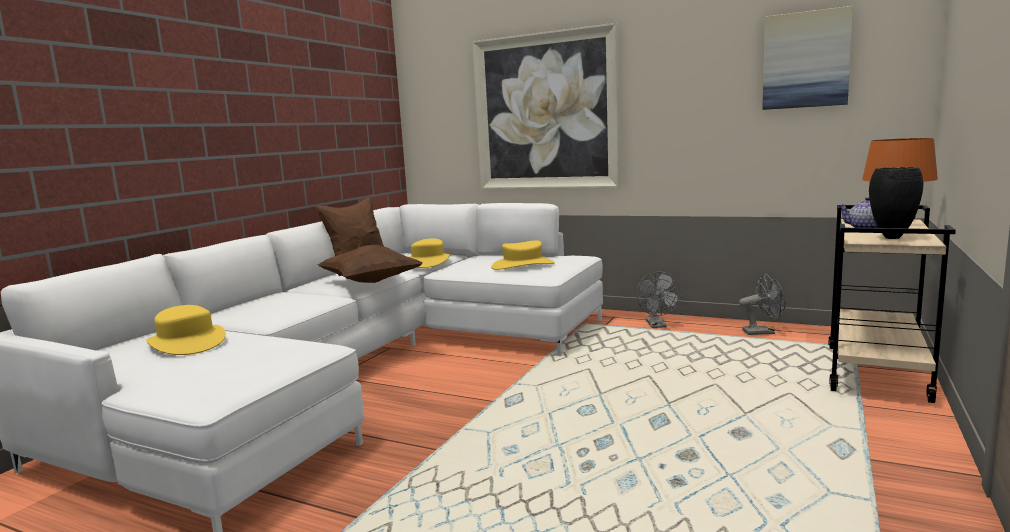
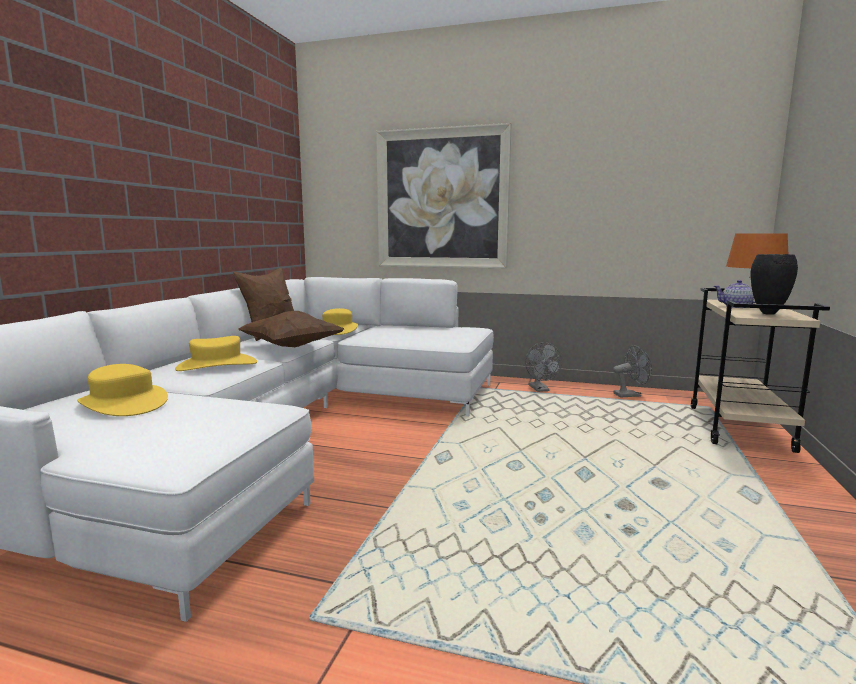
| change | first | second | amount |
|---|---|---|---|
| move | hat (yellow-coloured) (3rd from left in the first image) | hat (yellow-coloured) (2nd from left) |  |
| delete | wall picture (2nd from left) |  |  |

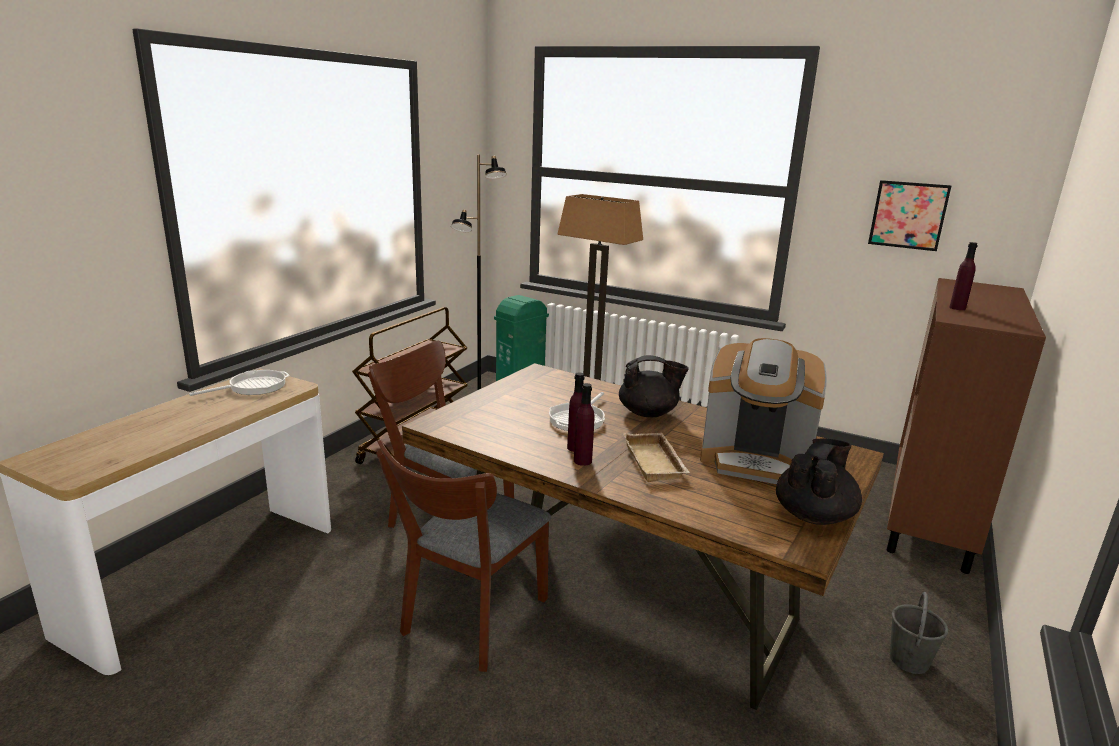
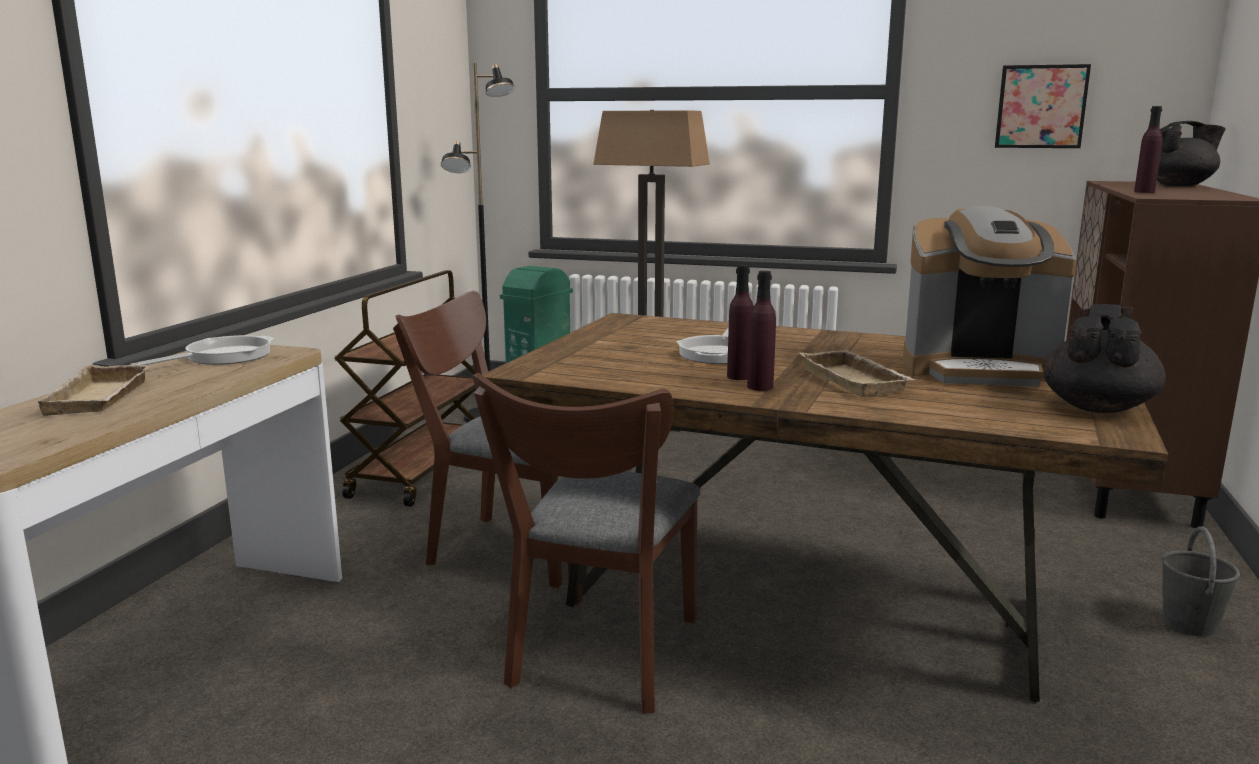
| change | first | second | amount |
|---|---|---|---|
| move | tea pot (blackish) (1st from left in the first image) | tea pot (blackish) (2nd from left) |  |
| insert |  | carrying tray (sand-coloured) (1st from left) |  |

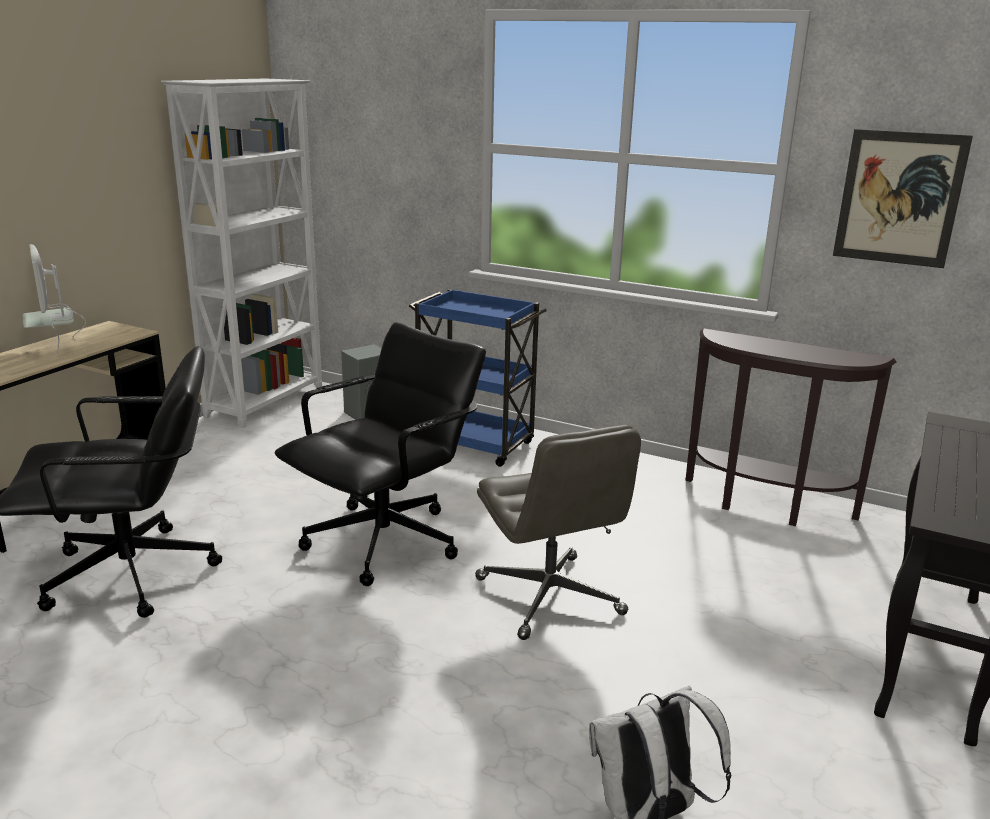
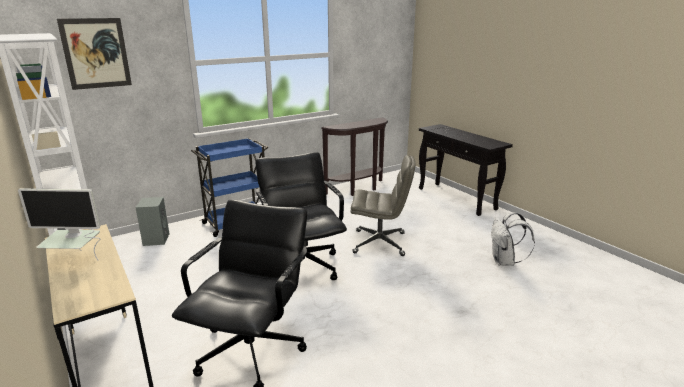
| change | first | second | amount |
|---|---|---|---|
| move | wall picture |  |  |

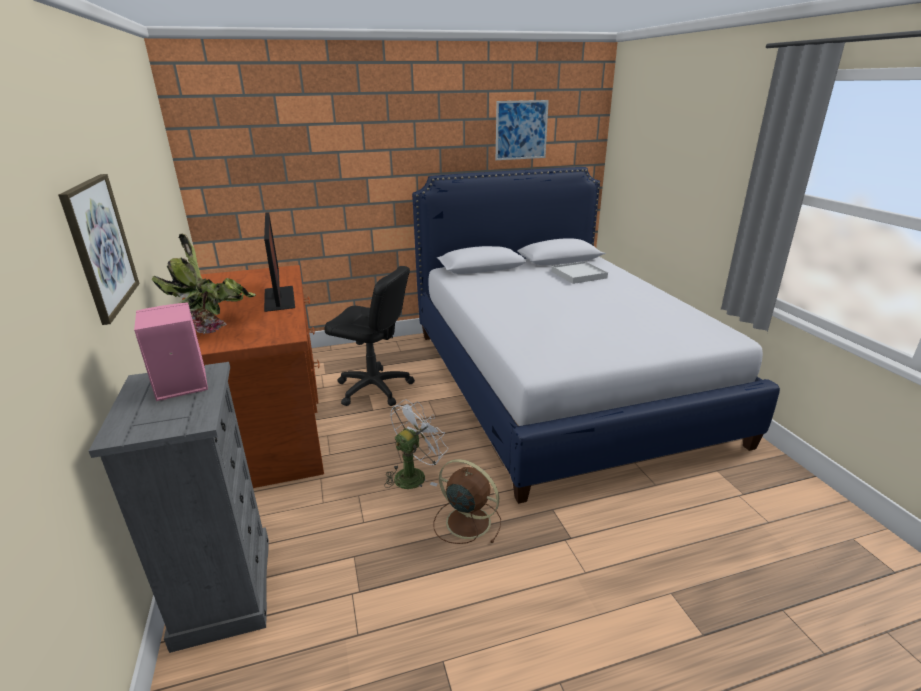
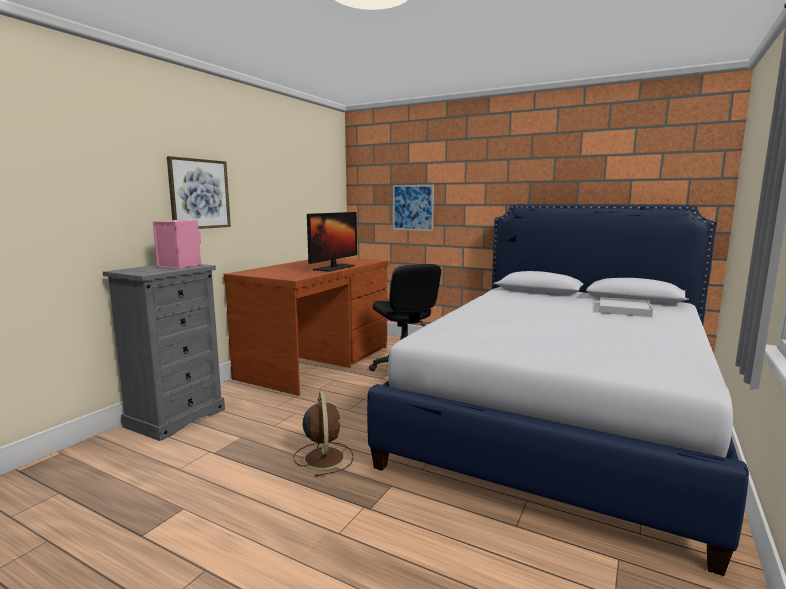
| change | first | second | amount |
|---|---|---|---|
| delete | potted plant |  |  |
| delete | electric fan (whitish) |  |  |
| move | wall picture (2nd from left) |  |  |

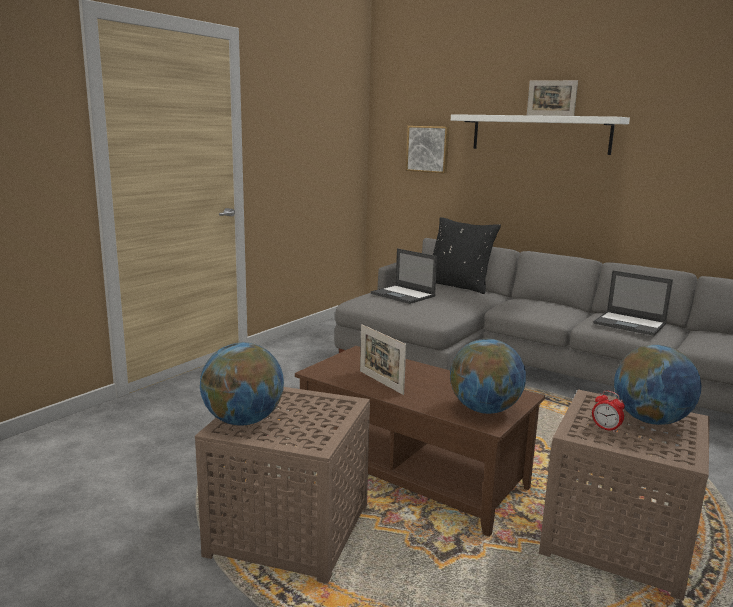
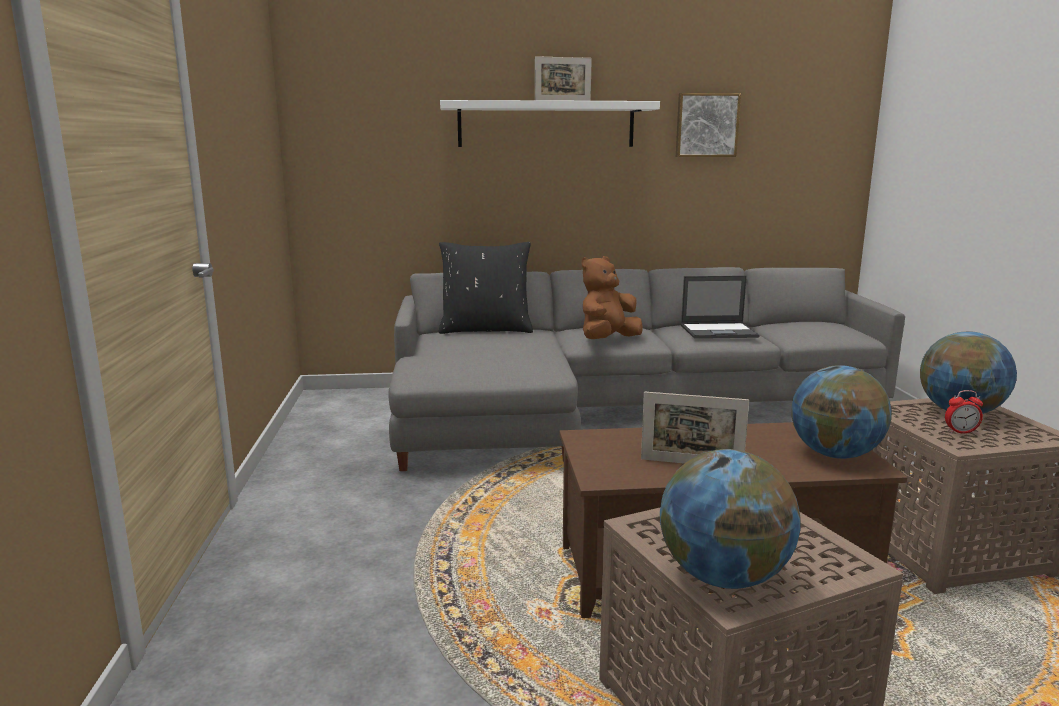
| change | first | second | amount |
|---|---|---|---|
| delete | notebook computer (1st from left) |  |  |
| move | wall picture |  |  |
| insert |  | plush toy (brown) |  |

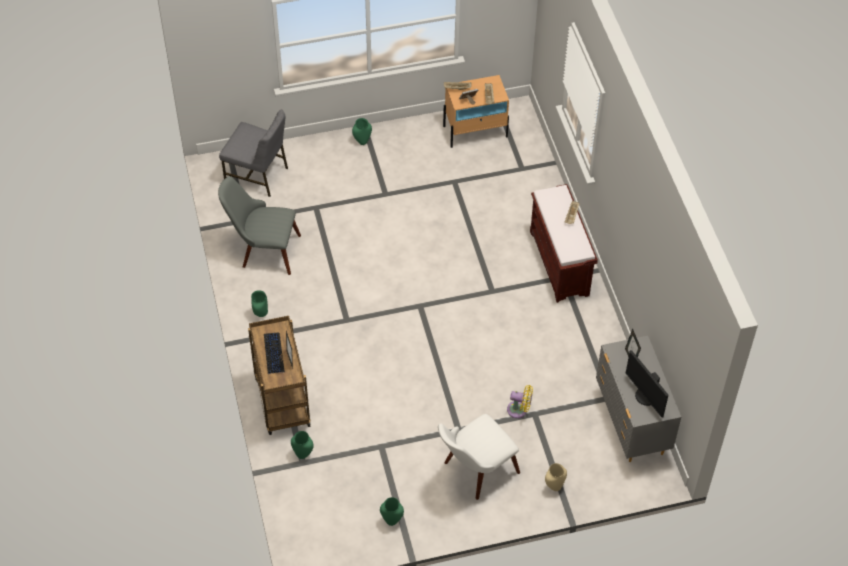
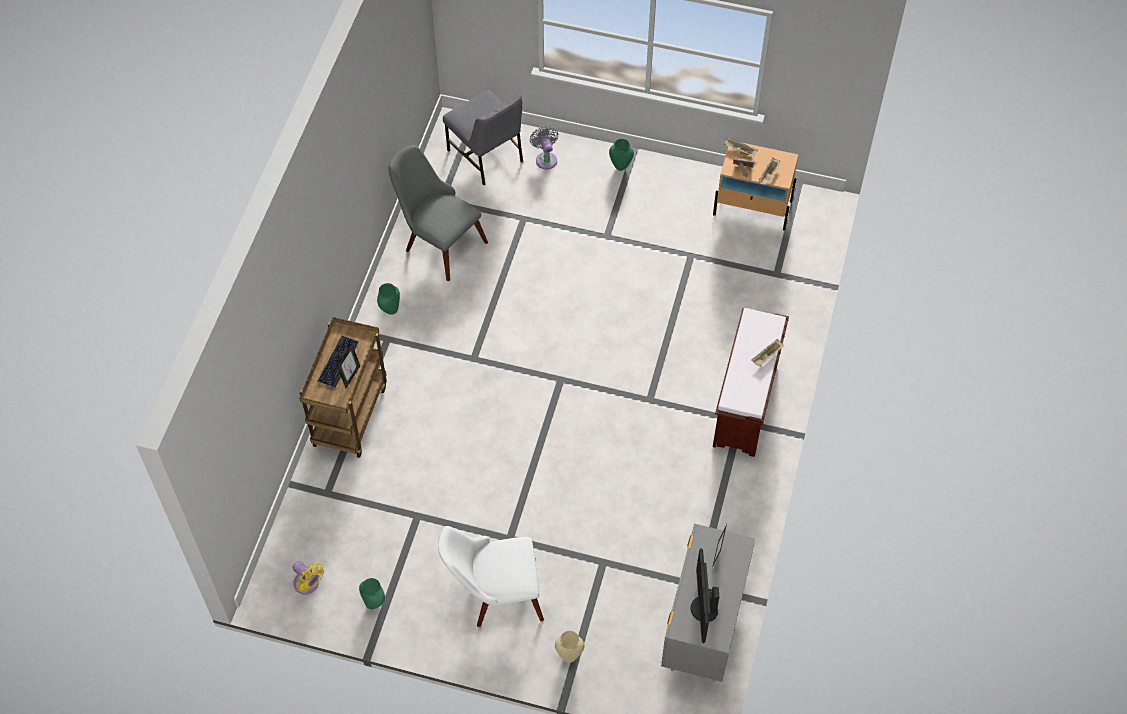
| change | first | second | amount |
|---|---|---|---|
| delete | decorative vase (green) (2nd from left) |  |  |
| move | electric fan (yellow-coloured) |  |  |
| insert |  | electric fan (gray) |  |

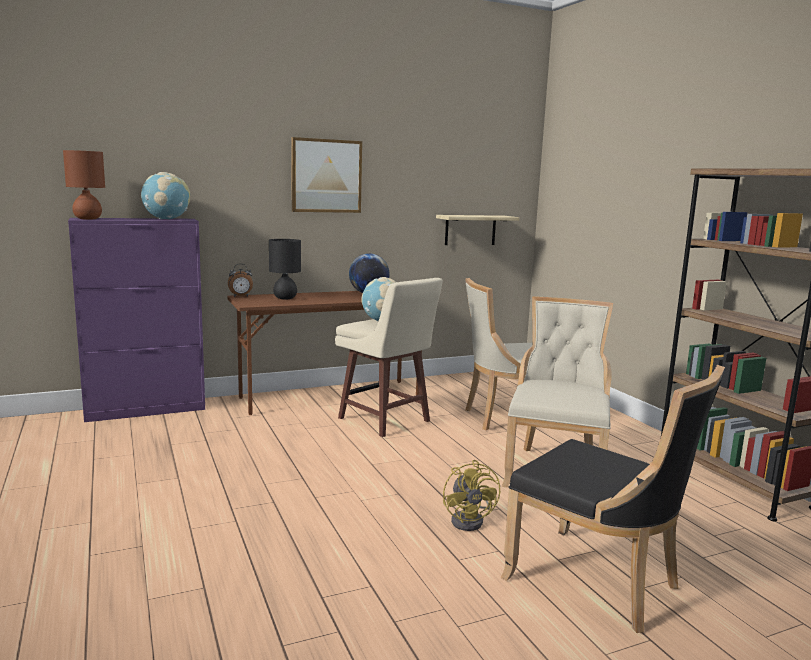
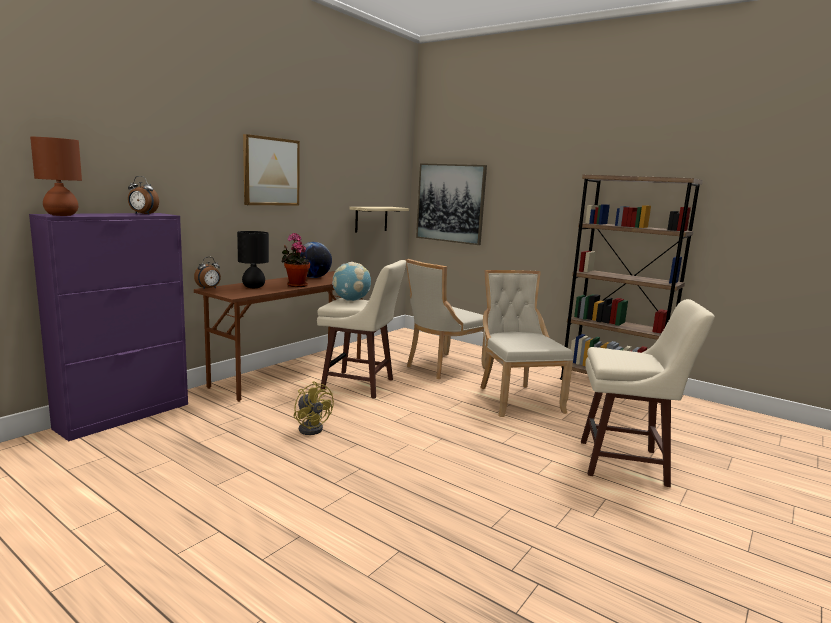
| change | first | second | amount |
|---|---|---|---|
| replace | world globe (1st from left) | table clock (1st from left) |  |
| move | electric fan (yellow-coloured) |  |  |
| replace | upright chair (blackish) | stool seat (sand-coloured) (2nd from left) |  |
| insert |  | potted plant |  |
| insert |  | wall picture (2nd from left) |  |

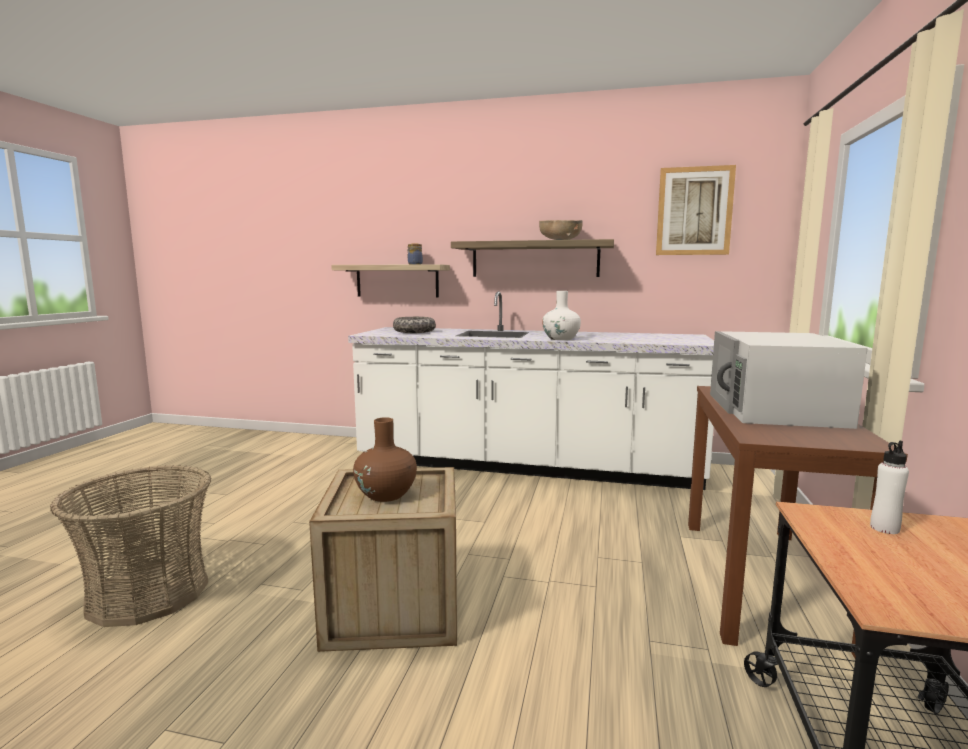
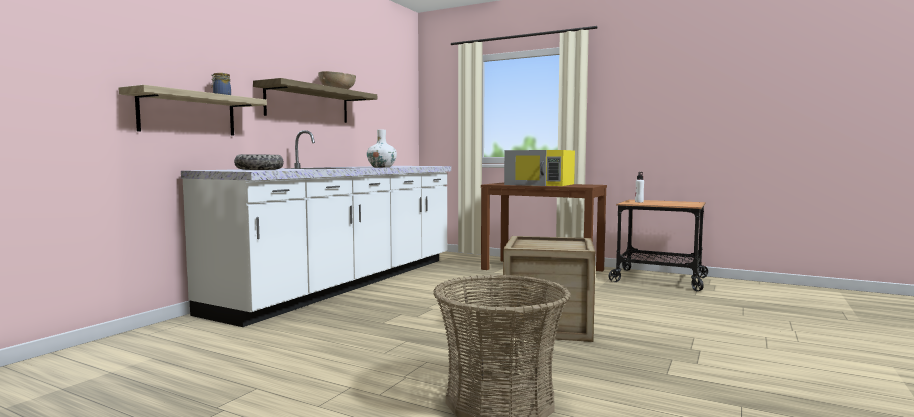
| change | first | second | amount |
|---|---|---|---|
| delete | decorative vase (brown) |  |  |
| delete | wall picture |  |  |
| recolor | microwave oven (whitish) | microwave oven (yellow-coloured) |  |

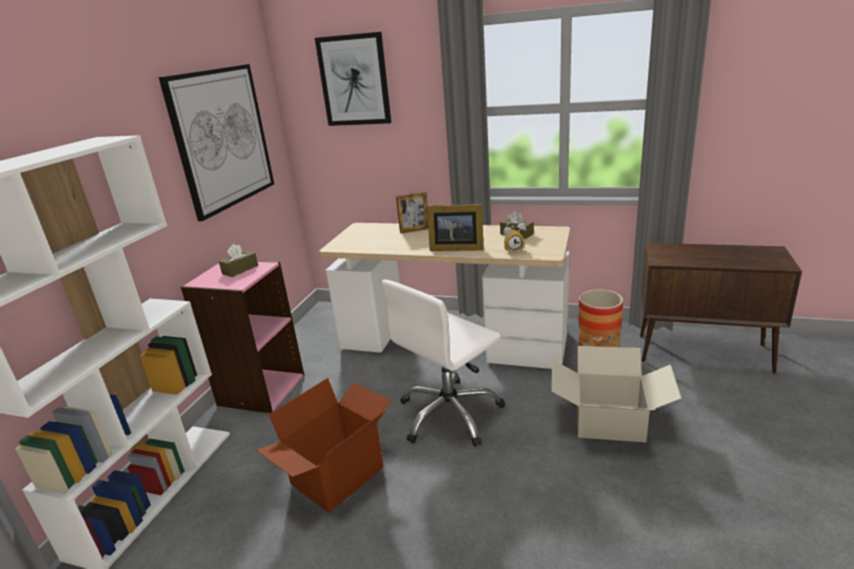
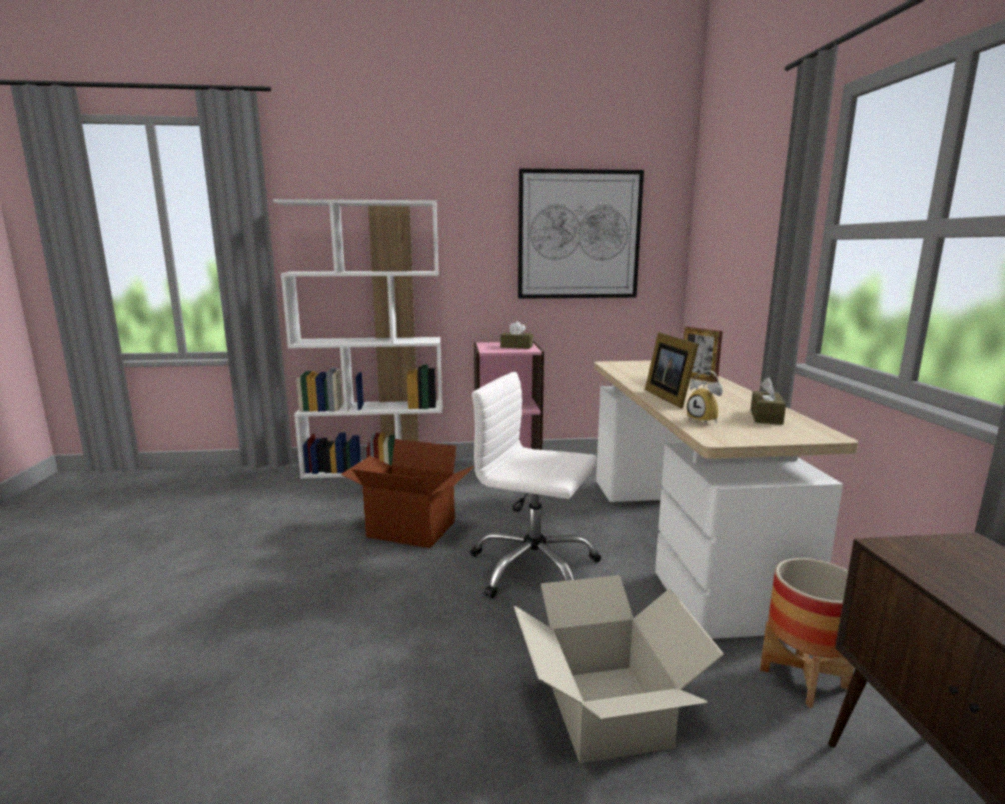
| change | first | second | amount |
|---|---|---|---|
| delete | wall picture (2nd from left) |  |  |

